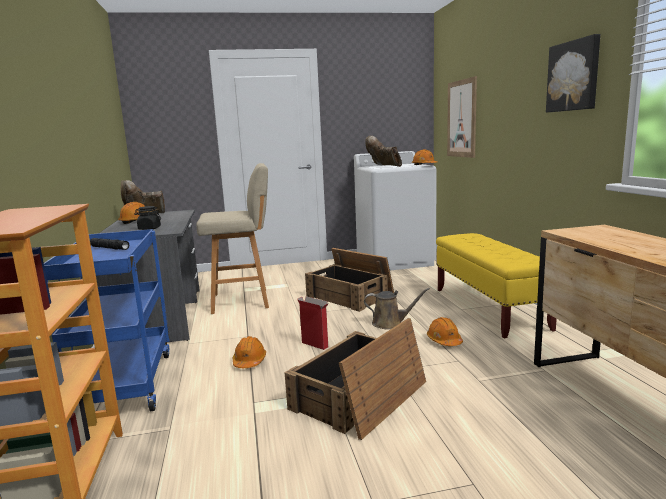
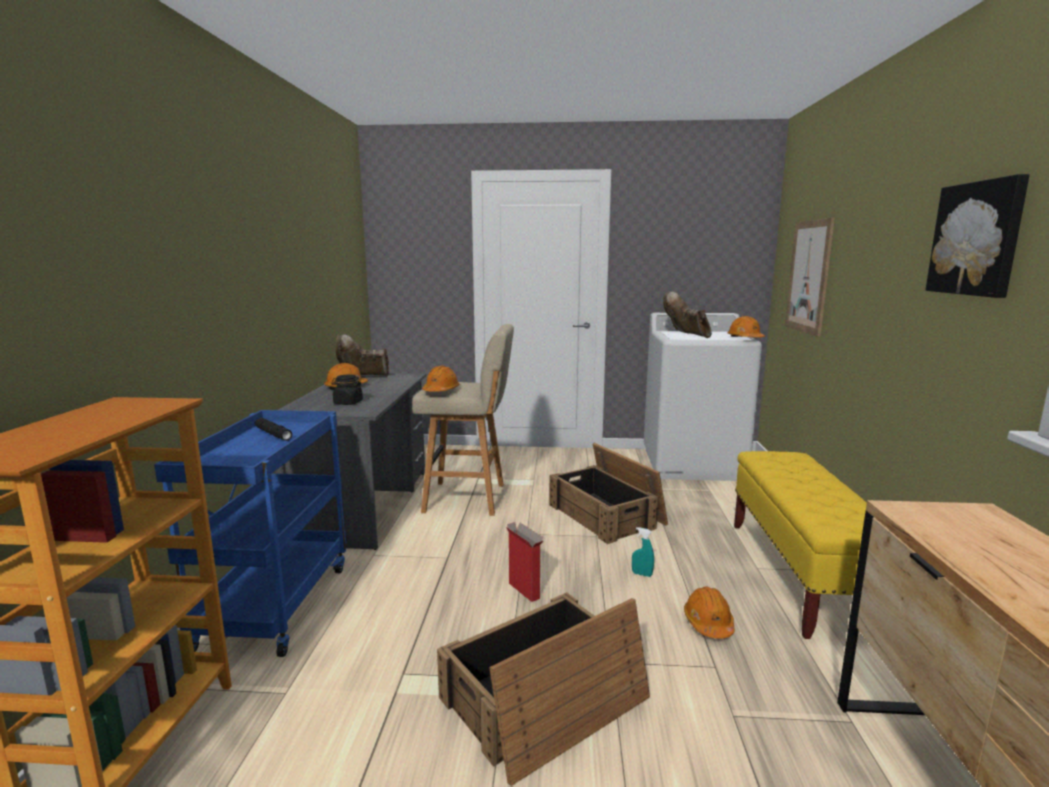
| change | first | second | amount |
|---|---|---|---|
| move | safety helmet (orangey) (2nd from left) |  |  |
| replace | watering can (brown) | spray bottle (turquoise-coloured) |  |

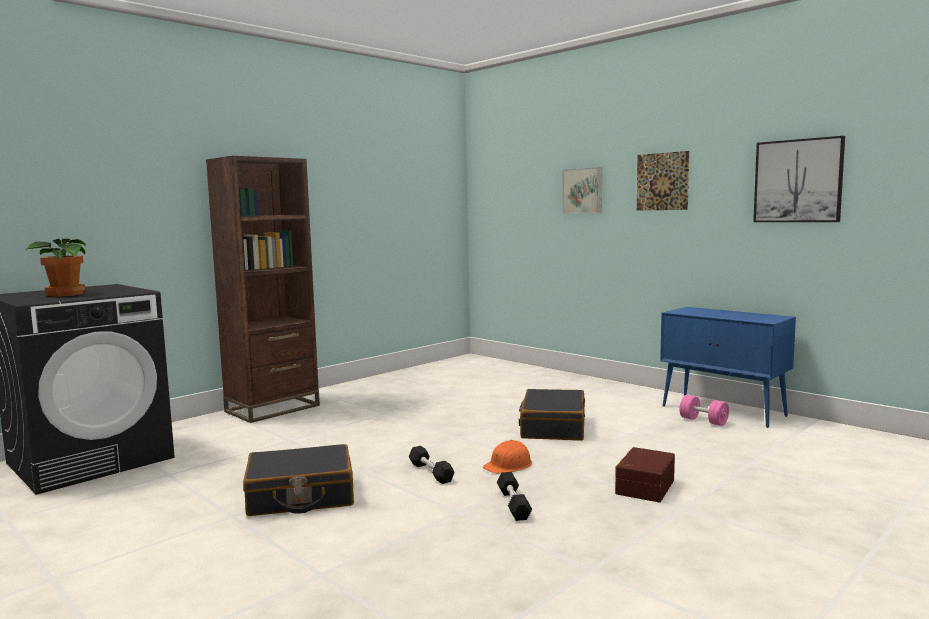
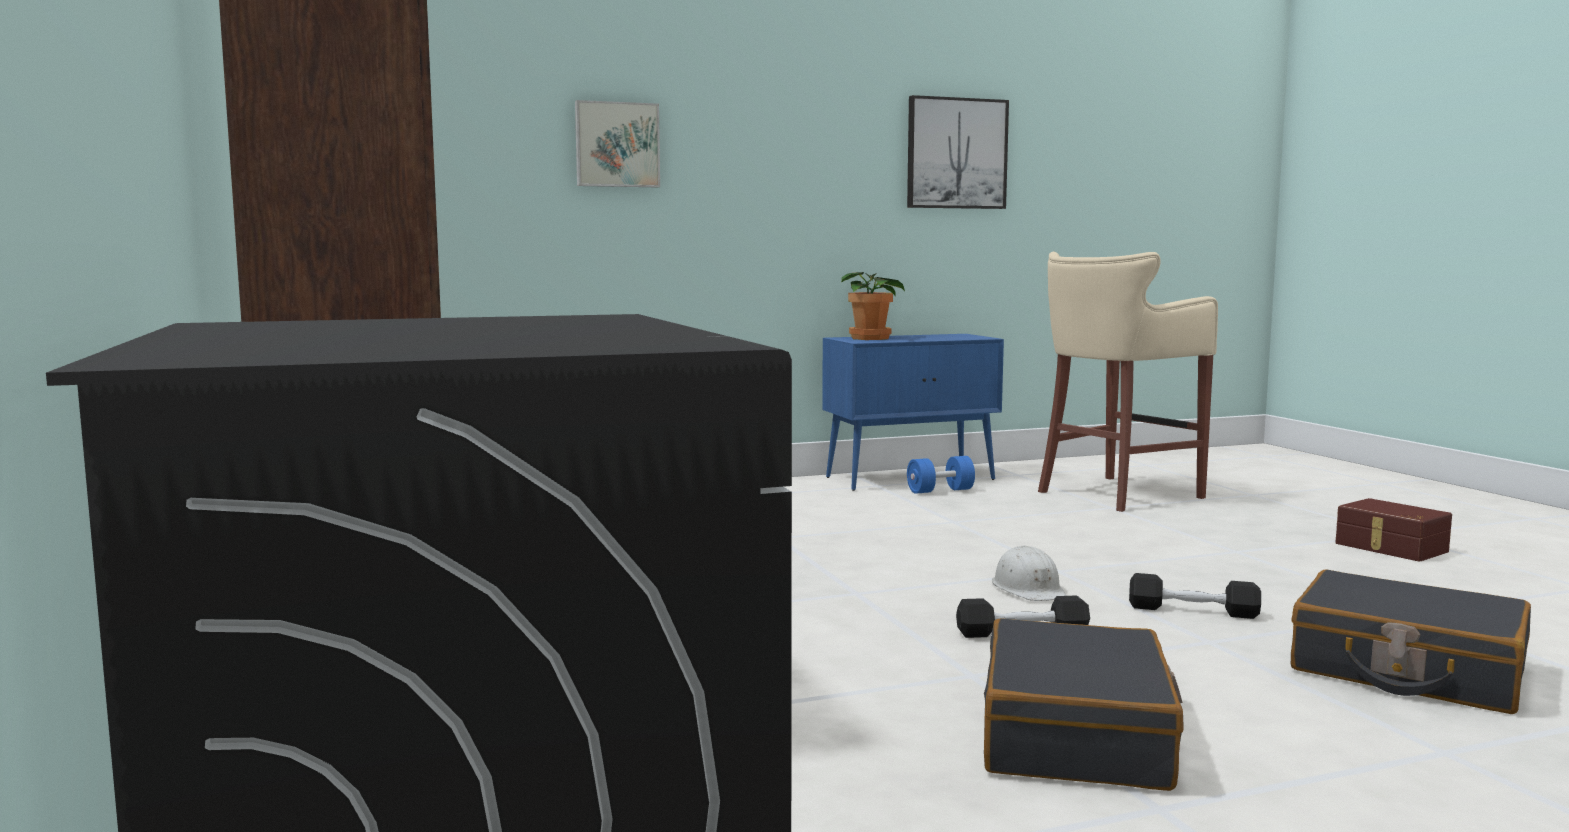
| change | first | second | amount |
|---|---|---|---|
| move | potted plant |  |  |
| recolor | safety helmet (orangey) | safety helmet (whitish) |  |
| move | suitcase (blackish) (2nd from left) |  |  |
| move | storage bin (brown) |  |  |
| delete | wall picture (2nd from left) |  |  |
| recolor | free weight (pink) | free weight (blue) |  |
| insert |  | stool seat (sand-coloured) |  |

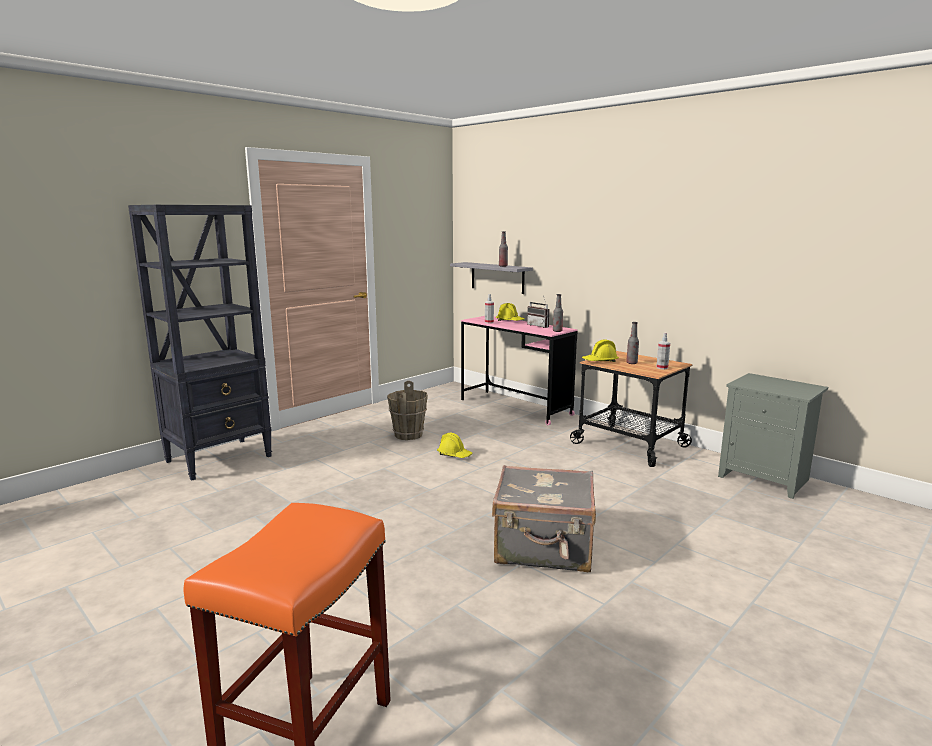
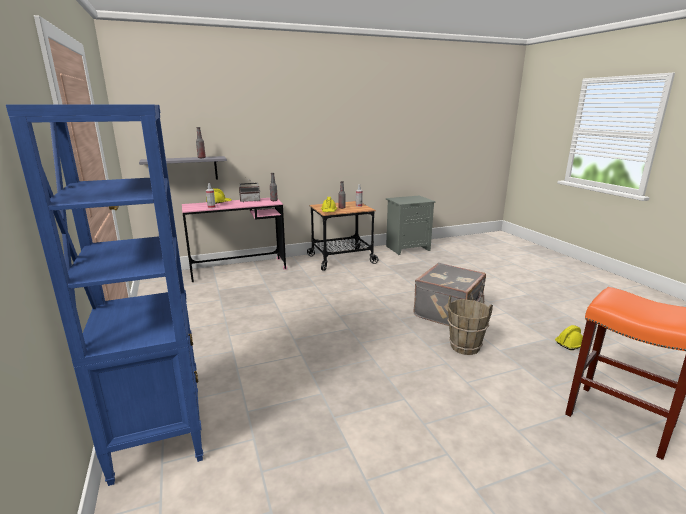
| change | first | second | amount |
|---|---|---|---|
| recolor | bookcase (blackish) | bookcase (blue) |  |
| move | pail (brown) |  |  |
| move | safety helmet (yellow-coloured) (1st from left in the first image) | safety helmet (yellow-coloured) (3rd from left) |  |

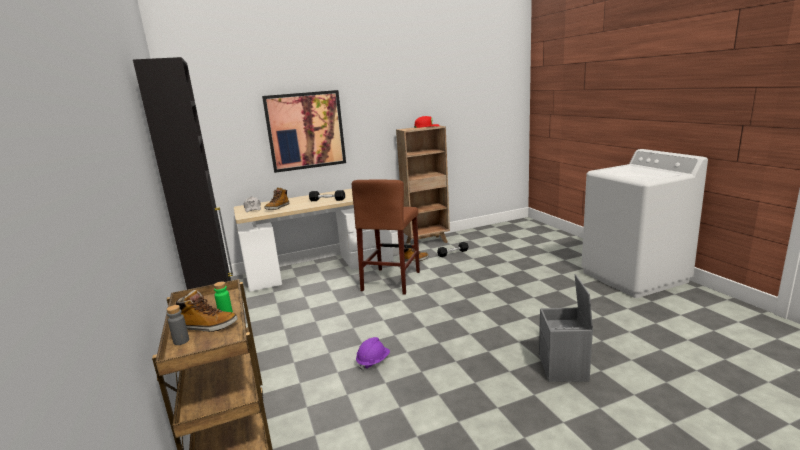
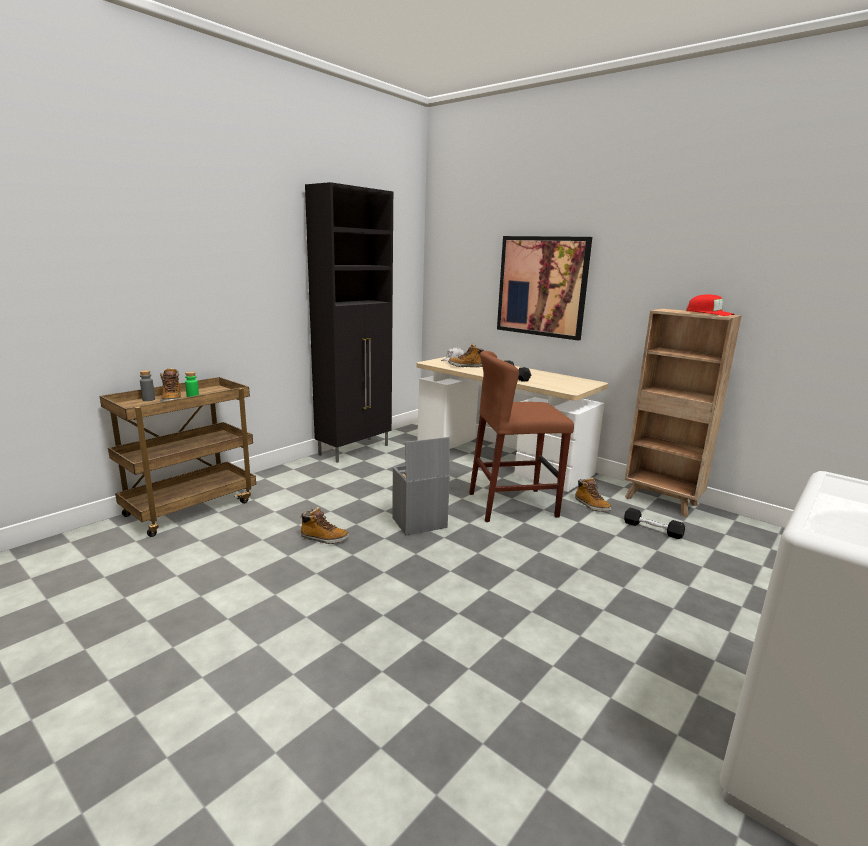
| change | first | second | amount |
|---|---|---|---|
| replace | safety helmet (purple-coloured) | high-top boot (2nd from left) |  |
| move | storage bin (gray) |  |  |

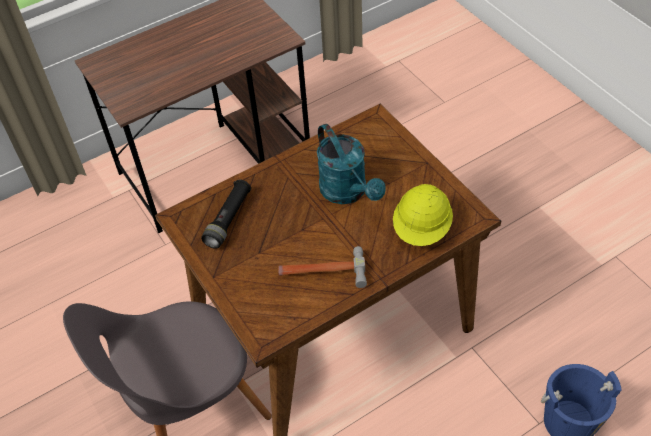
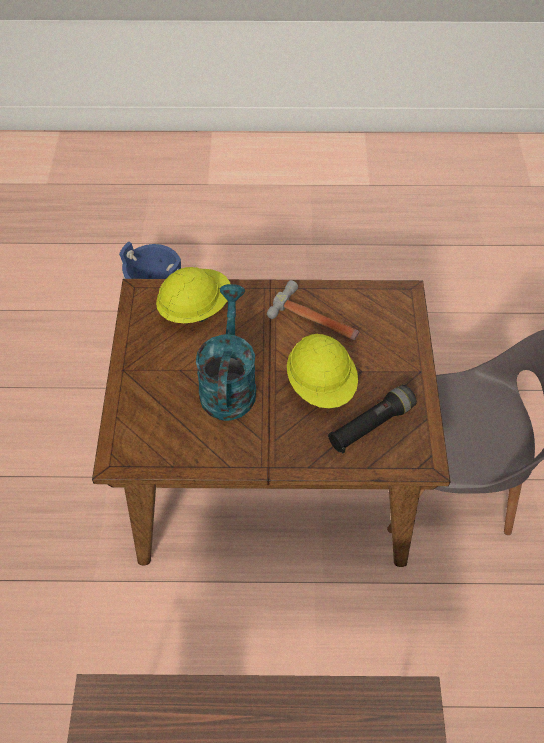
| change | first | second | amount |
|---|---|---|---|
| insert |  | safety helmet (yellow-coloured) (2nd from left) |  |

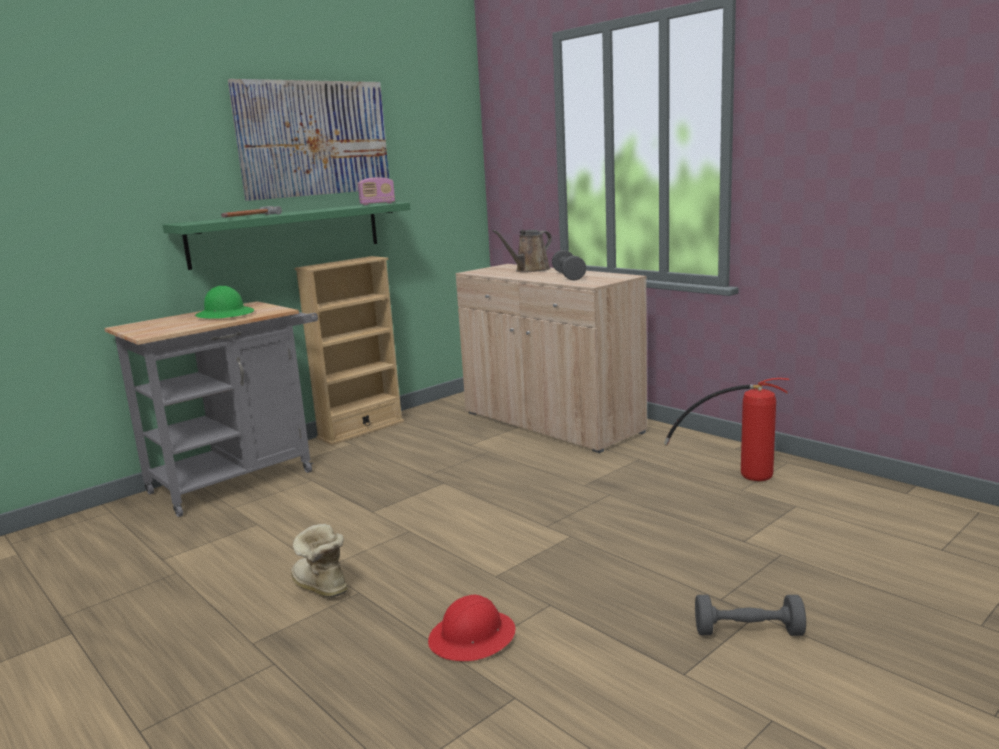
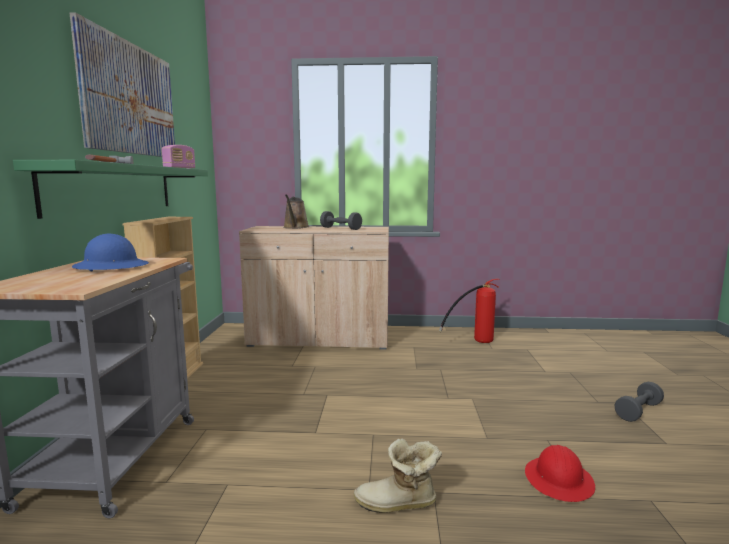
| change | first | second | amount |
|---|---|---|---|
| recolor | safety helmet (green) | safety helmet (blue) |  |

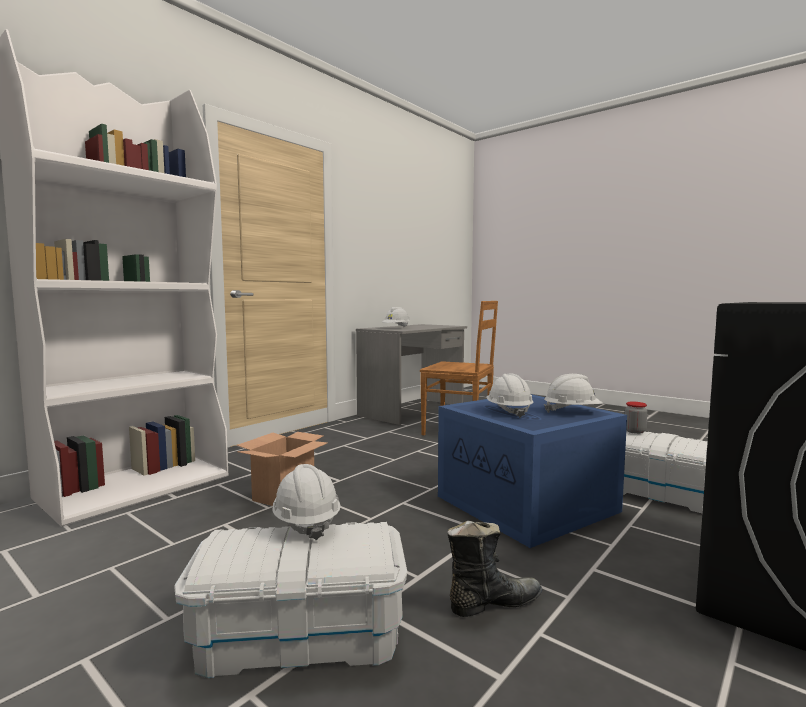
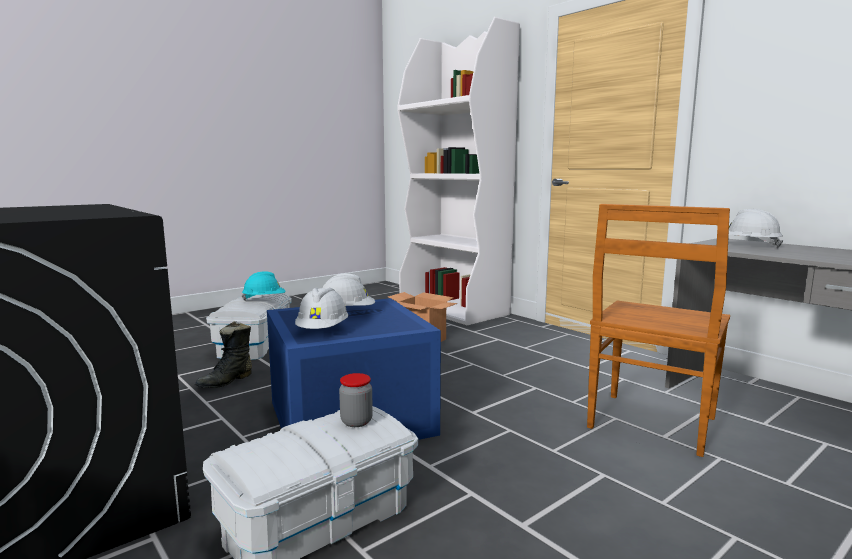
| change | first | second | amount |
|---|---|---|---|
| recolor | safety helmet (whitish) (1st from left) | safety helmet (turquoise-coloured) |  |
| rotate | high-top boot (blackish) |  | 45 degrees clockwise |

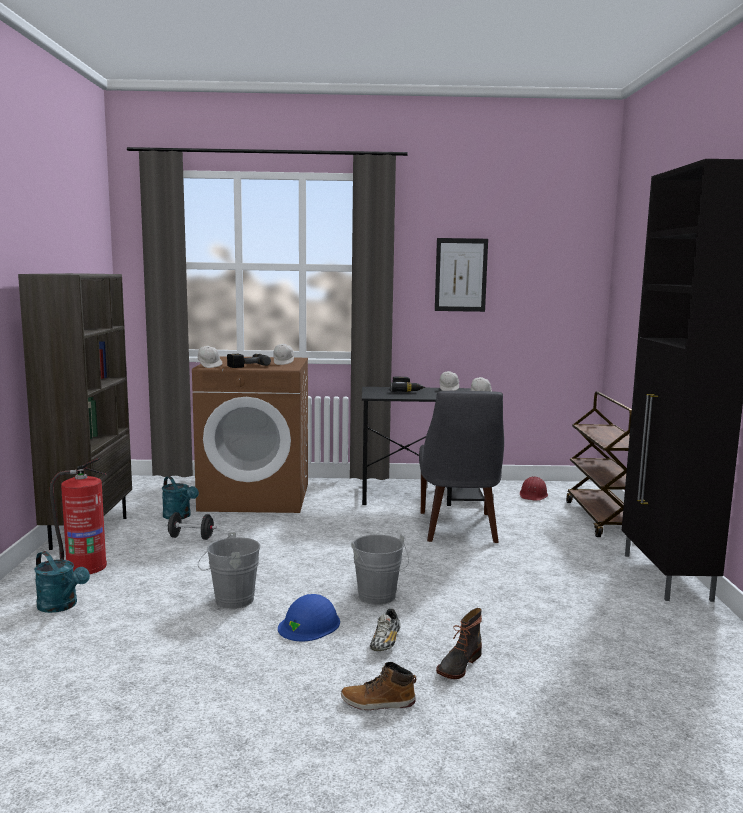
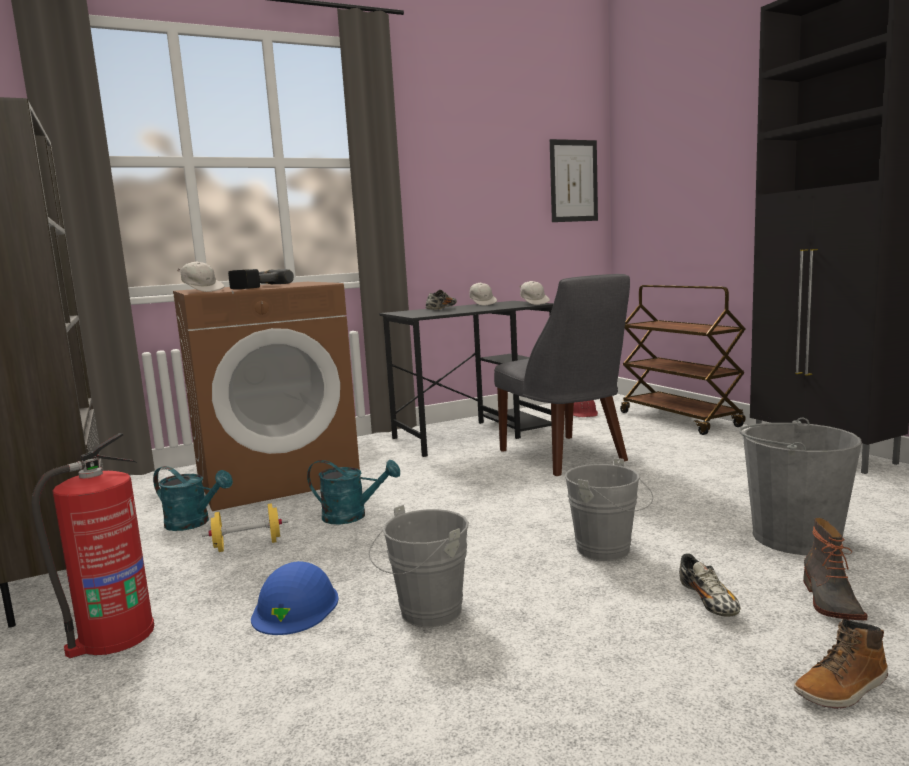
| change | first | second | amount |
|---|---|---|---|
| move | watering can (turquoise-coloured) (1st from left in the first image) | watering can (turquoise-coloured) (2nd from left) |  |
| recolor | free weight (blackish) | free weight (yellow-coloured) |  |
| delete | cap (whitish) (2nd from left) |  |  |
| move | safety helmet (blue) |  |  |
| replace | electric drill (2nd from left) | item of footwear (1st from left) |  |
| move | wall picture |  |  |
| insert |  | pail (gray) (3rd from left) |  |

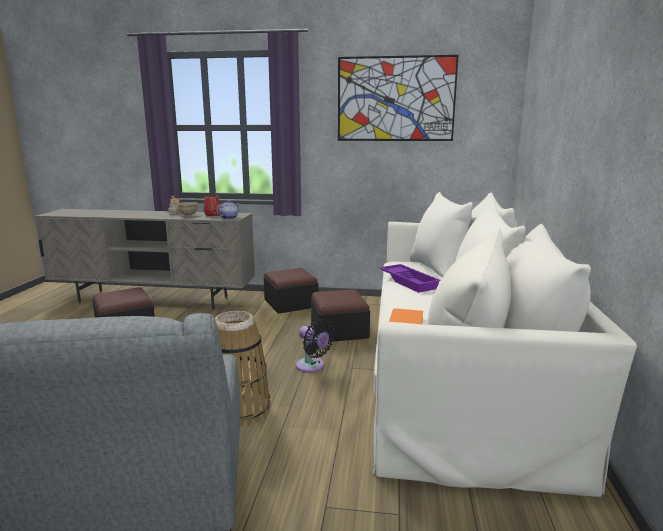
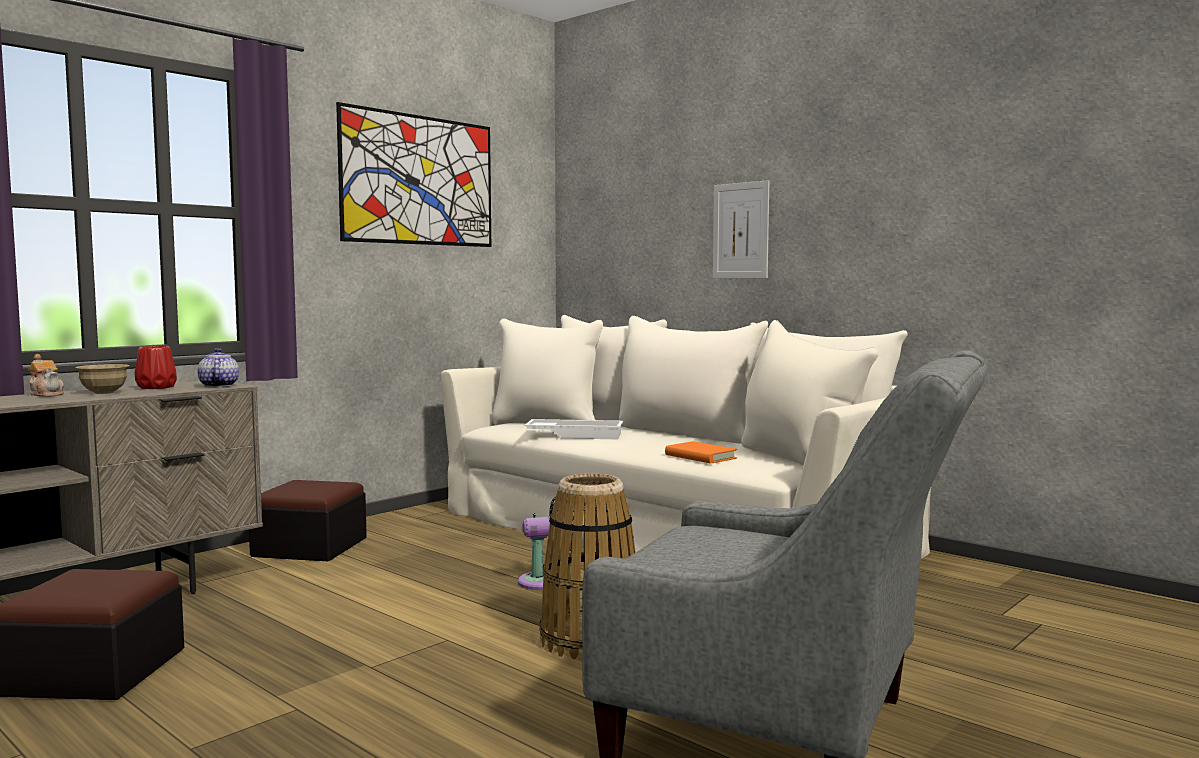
| change | first | second | amount |
|---|---|---|---|
| delete | pouffe (3rd from left) |  |  |
| recolor | carrying tray (purple-coloured) | carrying tray (whitish) |  |
| insert |  | wall picture (2nd from left) |  |

